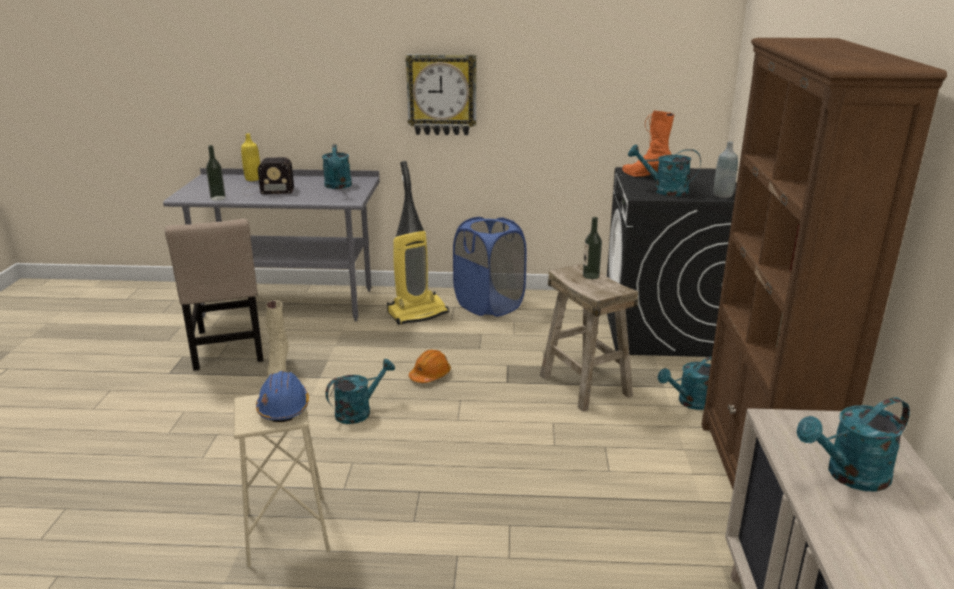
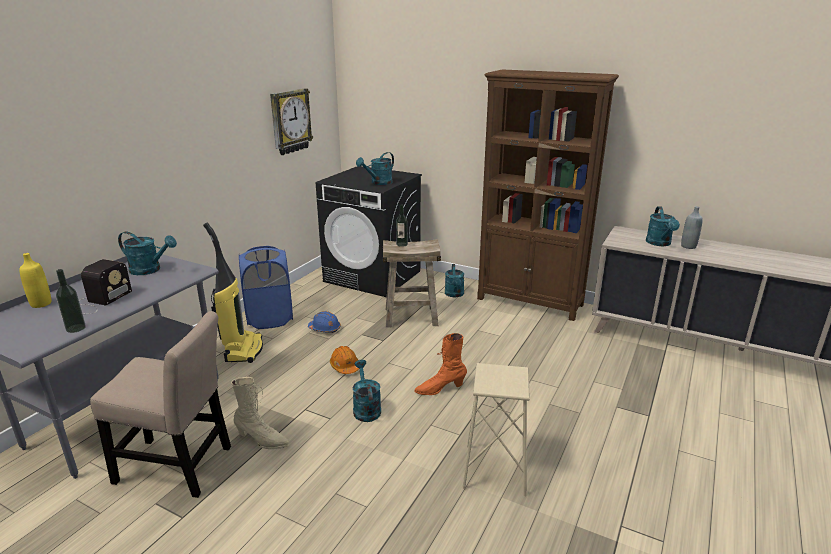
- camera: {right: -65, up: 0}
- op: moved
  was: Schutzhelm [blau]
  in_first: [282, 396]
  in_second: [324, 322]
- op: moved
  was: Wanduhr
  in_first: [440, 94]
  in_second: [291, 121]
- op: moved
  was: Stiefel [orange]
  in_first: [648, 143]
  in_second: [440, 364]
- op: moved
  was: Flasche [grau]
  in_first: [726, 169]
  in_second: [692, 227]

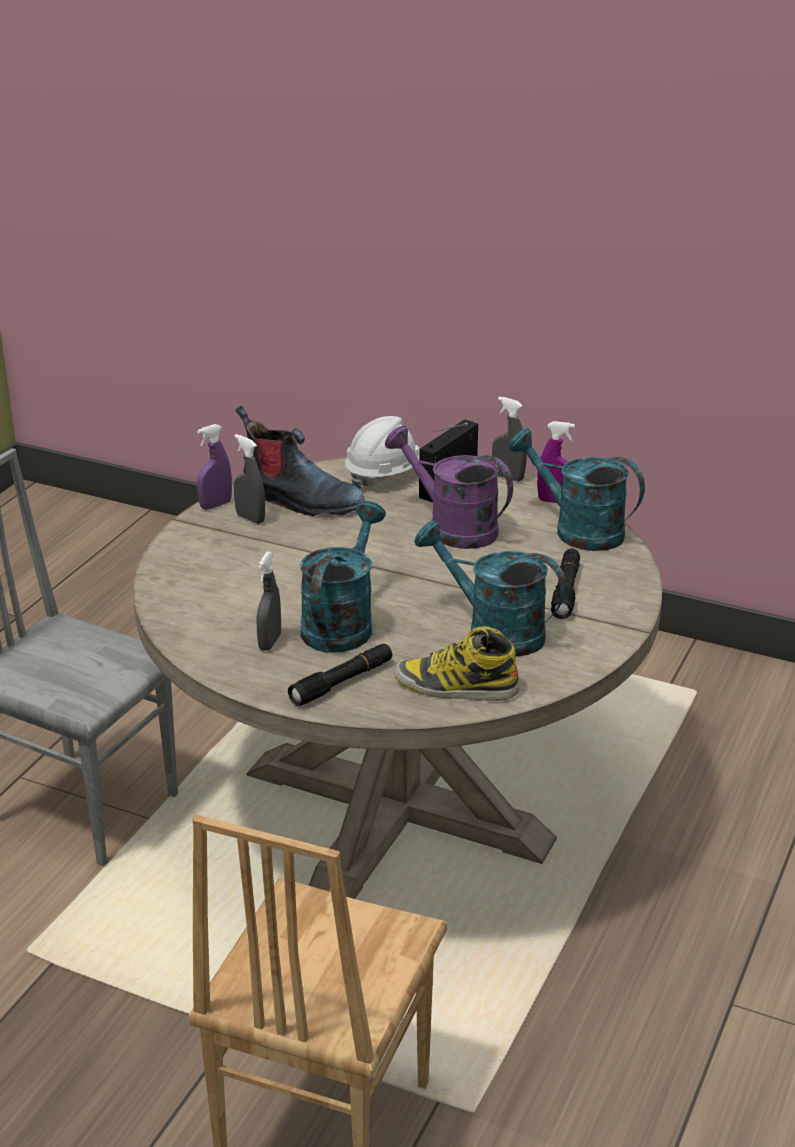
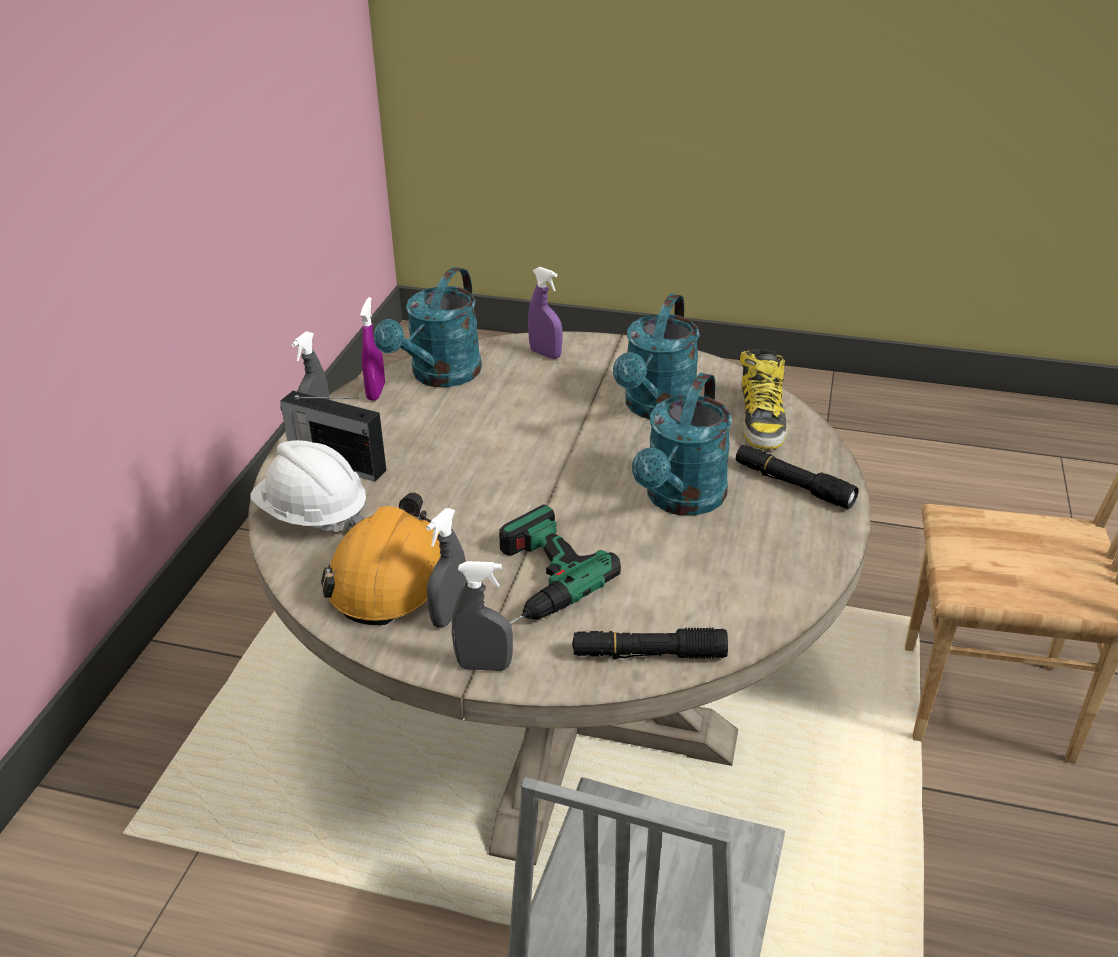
- camera: {right: -100, up: 5}
- op: moved
  was: Sprühflasche [lila]
  in_first: [214, 467]
  in_second: [545, 313]
- op: replaced
  was: Stiefel
  now: Schutzhelm [orange]
  in_first: [300, 461]
  in_second: [381, 558]
- op: moved
  was: Sprühflasche [grau]
  in_first: [268, 601]
  in_second: [482, 616]
- op: turned
  was: Gießkanne [türkis]
  in_first: [343, 577]
  in_second: [682, 444]
  clockwise: -75
- op: removed
  was: Gießkanne [lila]
  in_first: [449, 487]
- op: moved
  was: Taschenlampe [schwarz]
  in_first: [565, 584]
  in_second: [650, 643]
- op: added
  now: Bohrmaschine
  in_second: [560, 564]

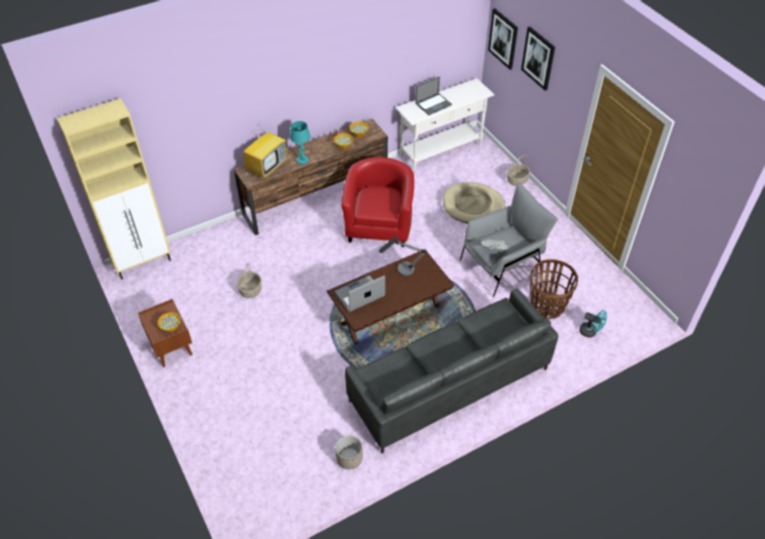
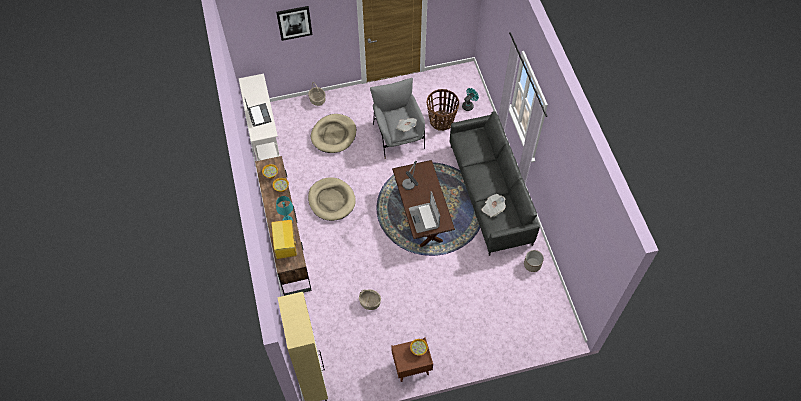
- camera: {right: -75, up: 10}
- op: turned
  was: Fernseher
  in_first: [265, 148]
  in_second: [284, 239]
  clockwise: -150
- op: replaced
  was: Sessel [rot]
  now: Hundebett [beige]
  in_first: [377, 202]
  in_second: [332, 199]
- op: removed
  was: Bild
  in_first: [503, 39]
- op: added
  now: Zeitung
  in_second: [493, 206]

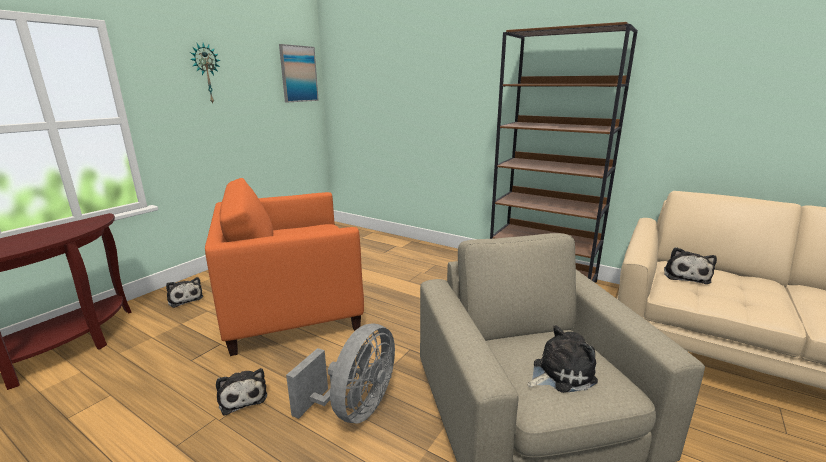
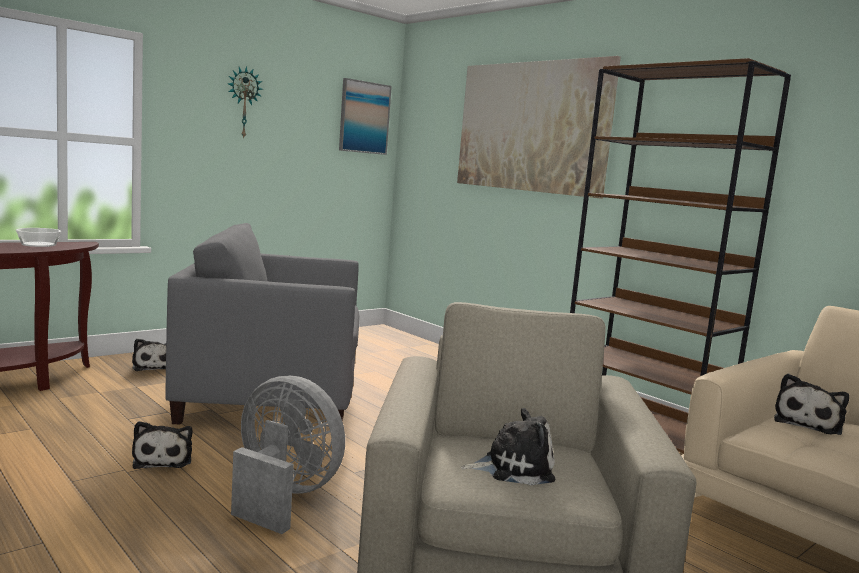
- camera: {right: 15, up: -10}
- op: recoloured
  was: Sessel [orange]
  now: Sessel [grau]
  in_first: [284, 267]
  in_second: [262, 324]
- op: turned
  was: Ventilator [grau]
  in_first: [340, 373]
  in_second: [288, 455]
  clockwise: -105
- op: added
  now: Schüssel
  in_second: [38, 237]
- op: added
  now: Bild
  in_second: [539, 127]

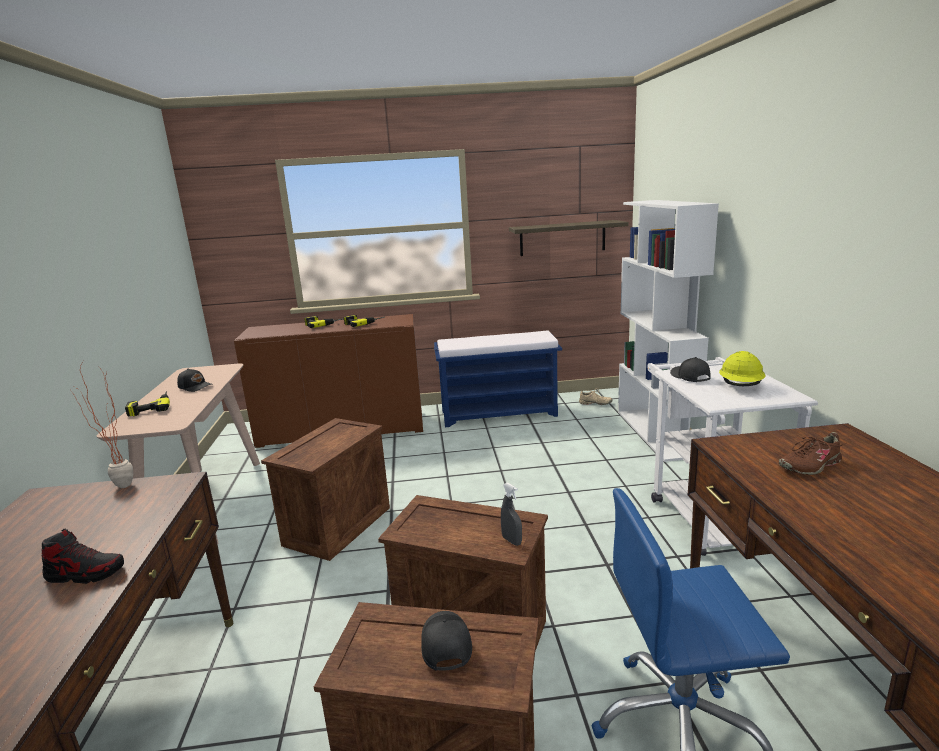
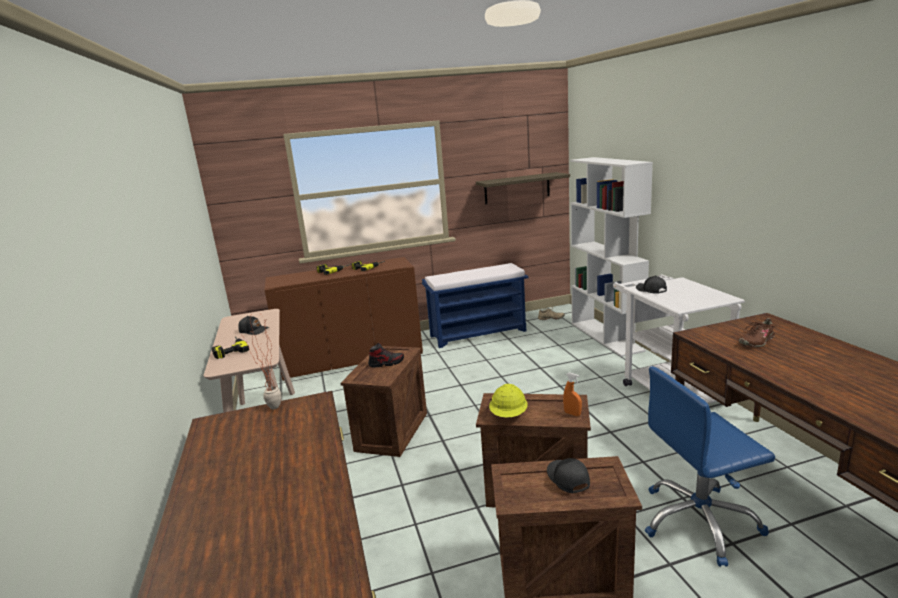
- camera: {right: -10, up: 0}
- op: moved
  was: Schuh
  in_first: [83, 556]
  in_second: [386, 355]
- op: recoloured
  was: Sprühflasche [grau]
  now: Sprühflasche [orange]
  in_first: [511, 514]
  in_second: [572, 394]
- op: moved
  was: Schutzhelm [gelb]
  in_first: [742, 368]
  in_second: [508, 401]

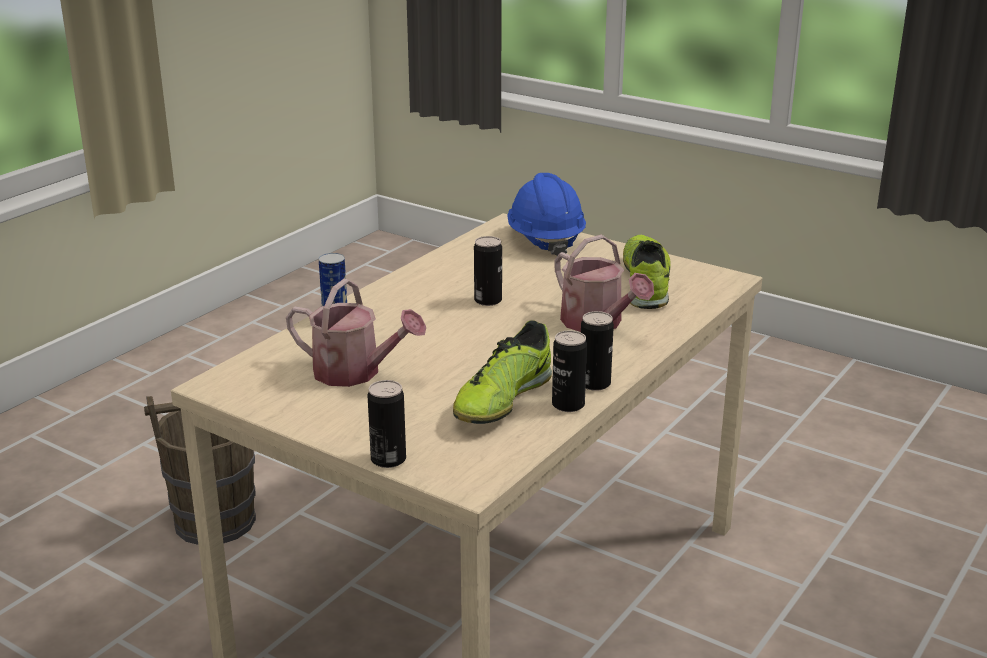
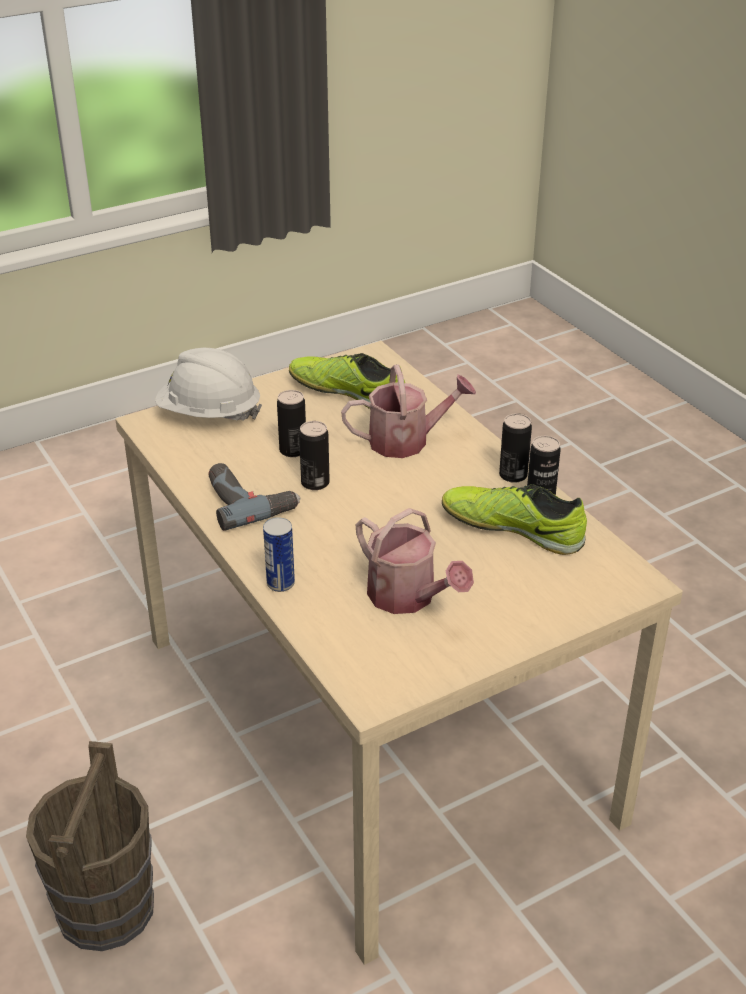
- camera: {right: -65, up: 10}
- op: turned
  was: Gießkanne
  in_first: [356, 333]
  in_second: [415, 561]
  clockwise: 90
- op: moved
  was: Dose
  in_first: [387, 424]
  in_second: [291, 423]
- op: turned
  was: Schuh
  in_first: [502, 372]
  in_second: [514, 519]
  clockwise: 150
- op: recoloured
  was: Schutzhelm [blau]
  now: Schutzhelm [weiß]
  in_first: [546, 214]
  in_second: [208, 384]
- op: added
  now: Bohrmaschine
  in_second: [254, 497]

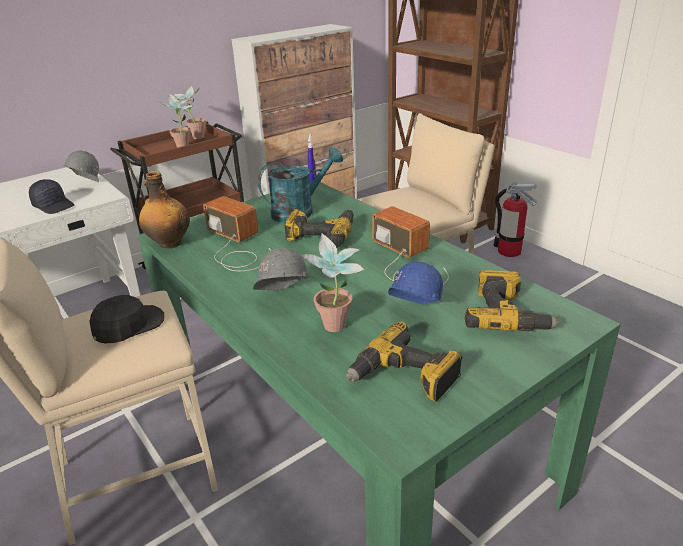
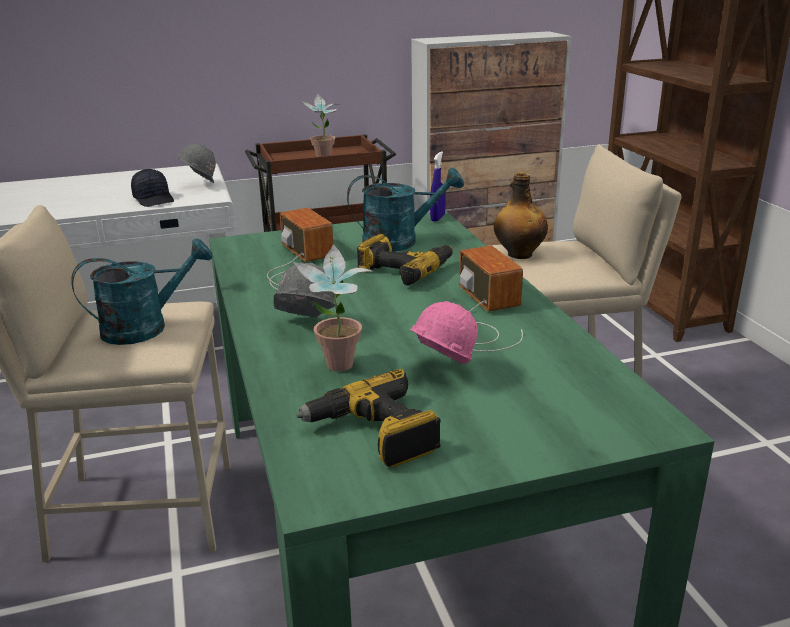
- camera: {right: 20, up: -5}
- op: replaced
  was: Kappe [schwarz]
  now: Gießkanne [türkis]
  in_first: [126, 319]
  in_second: [142, 291]
- op: moved
  was: Flasche
  in_first: [164, 210]
  in_second: [521, 215]
- op: removed
  was: Topfpflanze
  in_first: [189, 112]
- op: recoloured
  was: Schutzhelm [blau]
  now: Schutzhelm [rosa]
  in_first: [415, 283]
  in_second: [444, 333]
- op: removed
  was: Bohrmaschine
  in_first: [512, 300]
- op: removed
  was: Feuerlöscher
  in_first: [515, 219]

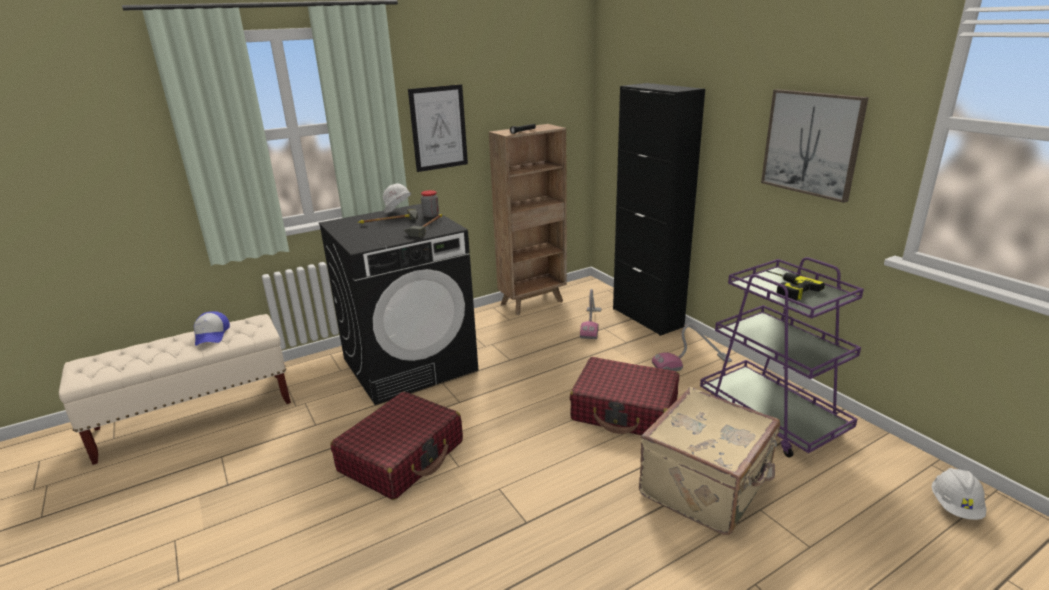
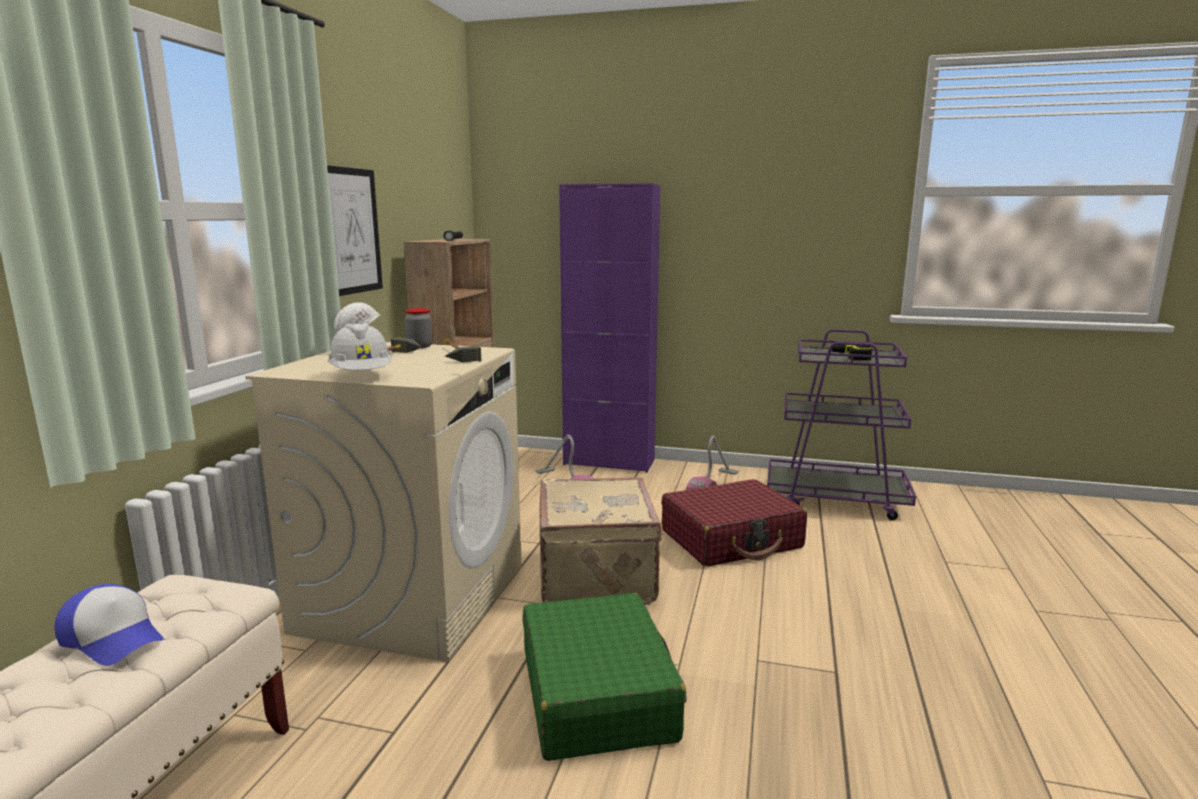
- camera: {right: -45, up: -10}
- op: recoloured
  was: Waschmaschine [schwarz]
  now: Waschmaschine [beige]
  in_first: [398, 304]
  in_second: [383, 502]
- op: recoloured
  was: Koffer [rot]
  now: Koffer [grün]
  in_first: [396, 445]
  in_second: [605, 677]
- op: recoloured
  was: Schrank [schwarz]
  now: Schrank [lila]
  in_first: [659, 209]
  in_second: [609, 328]
- op: moved
  was: Koffer [beige]
  in_first: [709, 461]
  in_second: [601, 541]
- op: removed
  was: Bild
  in_first: [815, 146]
- op: moved
  was: Schutzhelm [weiß]
  in_first: [959, 494]
  in_second: [360, 346]

